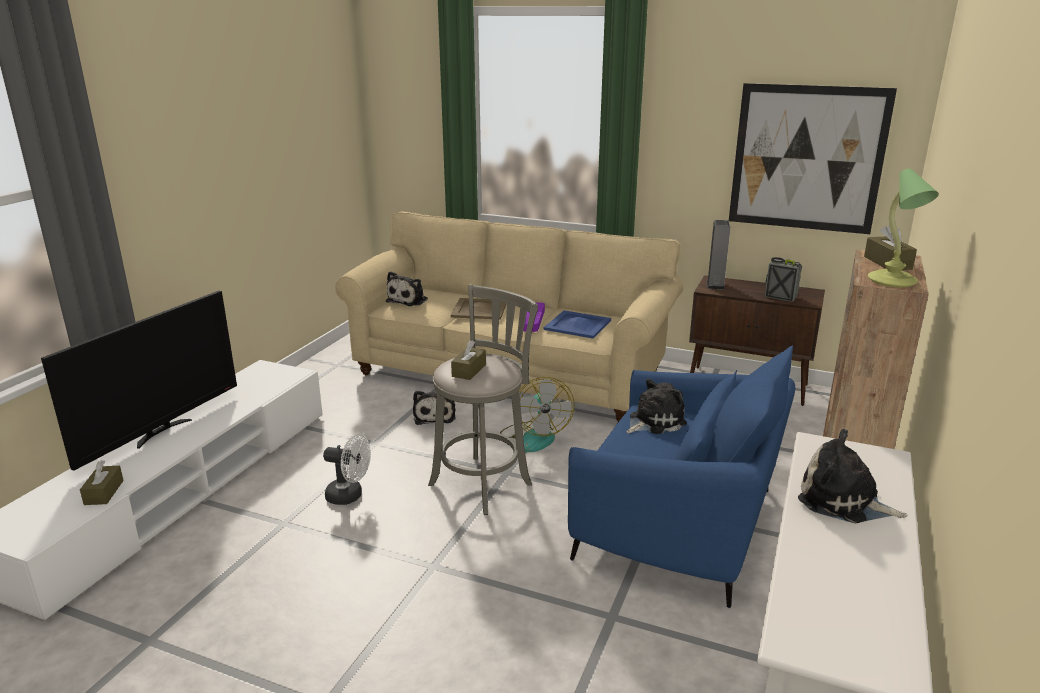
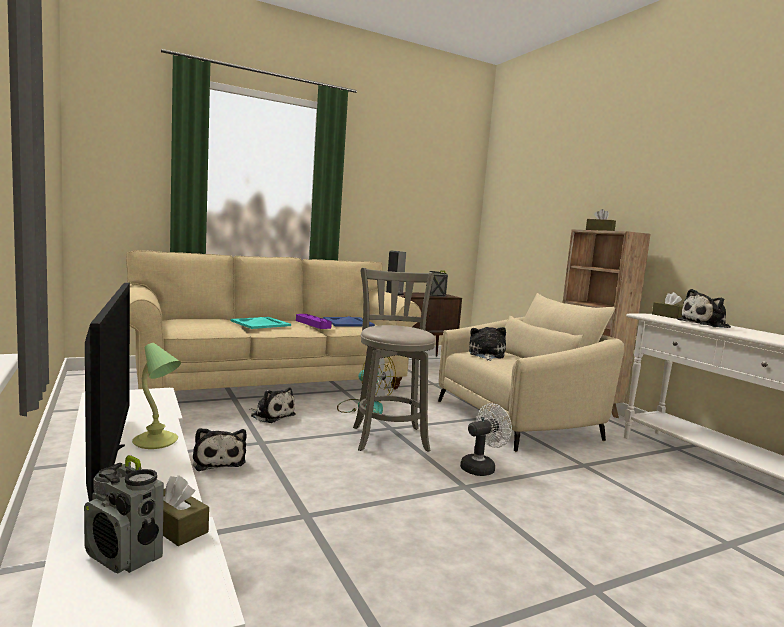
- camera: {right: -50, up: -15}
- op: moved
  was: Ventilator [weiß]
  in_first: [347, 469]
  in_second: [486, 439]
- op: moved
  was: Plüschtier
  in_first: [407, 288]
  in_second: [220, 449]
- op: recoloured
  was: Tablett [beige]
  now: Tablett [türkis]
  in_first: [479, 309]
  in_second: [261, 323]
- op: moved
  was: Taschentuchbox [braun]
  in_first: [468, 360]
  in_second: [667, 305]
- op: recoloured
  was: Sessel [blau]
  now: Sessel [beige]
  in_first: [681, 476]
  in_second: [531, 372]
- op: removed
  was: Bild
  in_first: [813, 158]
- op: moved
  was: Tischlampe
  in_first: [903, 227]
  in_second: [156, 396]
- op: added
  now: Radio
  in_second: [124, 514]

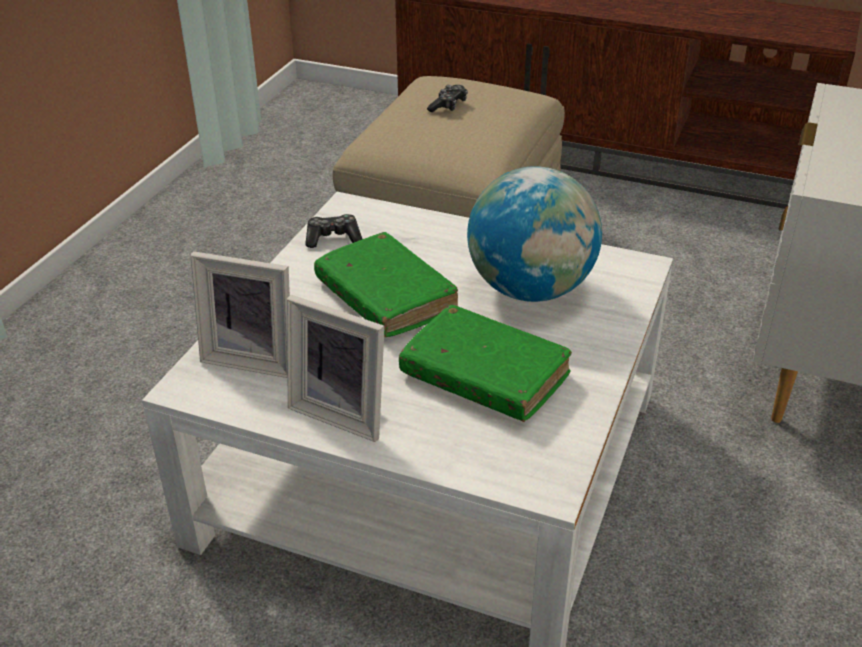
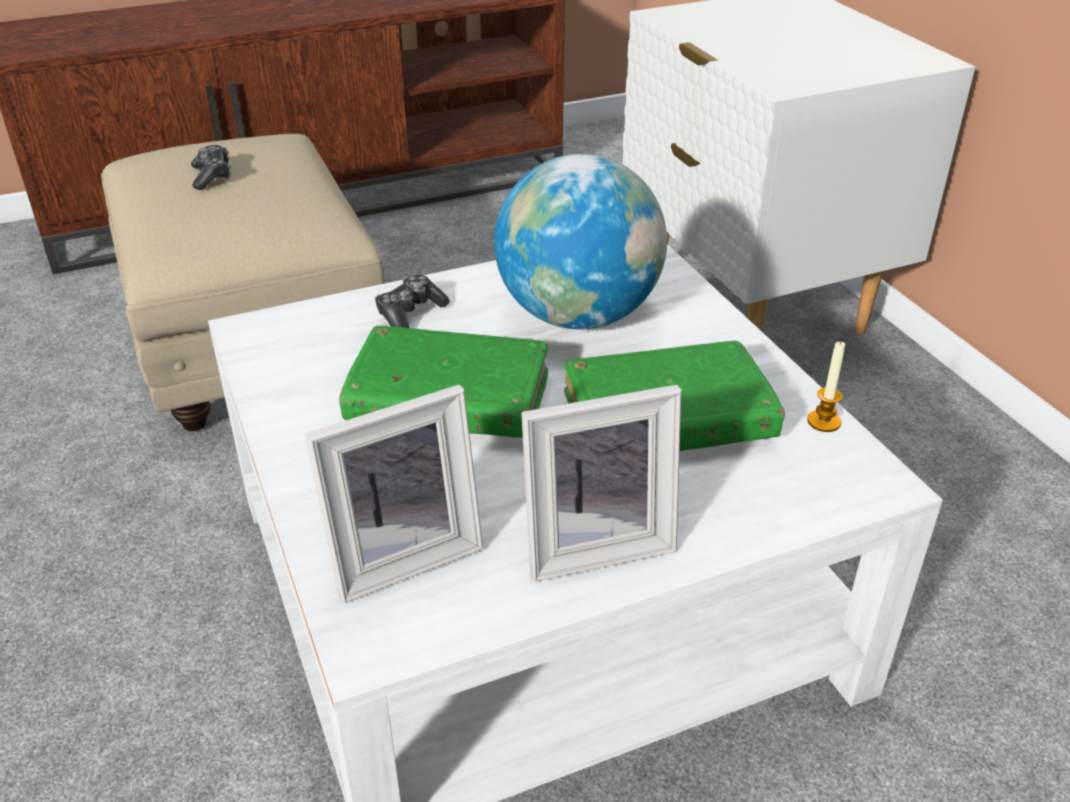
- camera: {right: -45, up: 0}
- op: moved
  was: Gamepad
  in_first: [334, 231]
  in_second: [412, 301]
- op: added
  now: Kerze
  in_second: [826, 386]

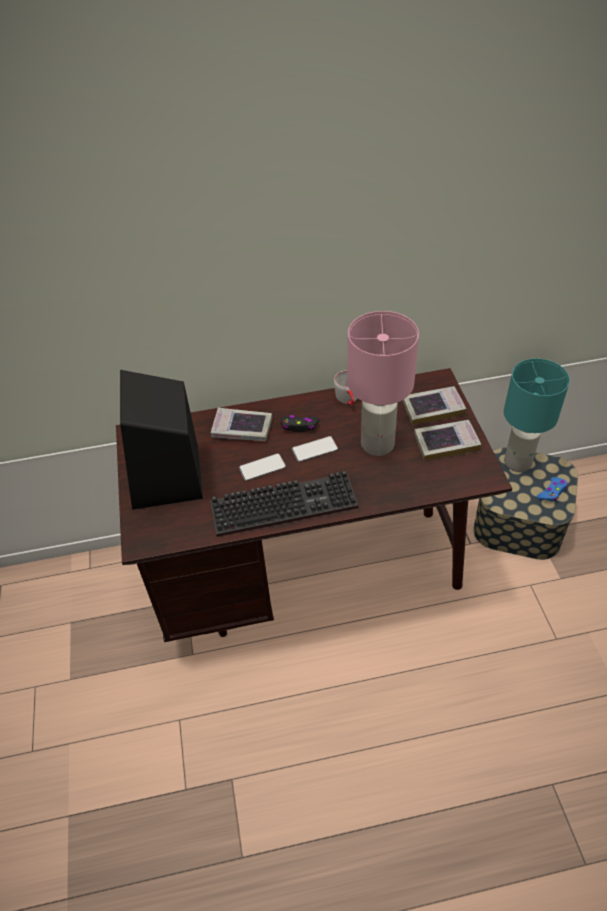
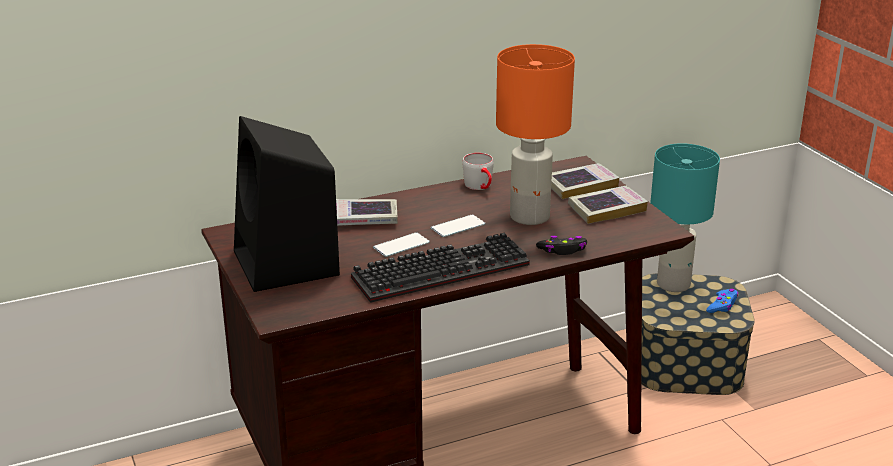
- camera: {right: -15, up: -20}
- op: moved
  was: Gamepad [schwarz]
  in_first: [299, 423]
  in_second: [561, 245]
- op: recoloured
  was: Tischlampe [rosa]
  now: Tischlampe [orange]
  in_first: [383, 383]
  in_second: [535, 134]

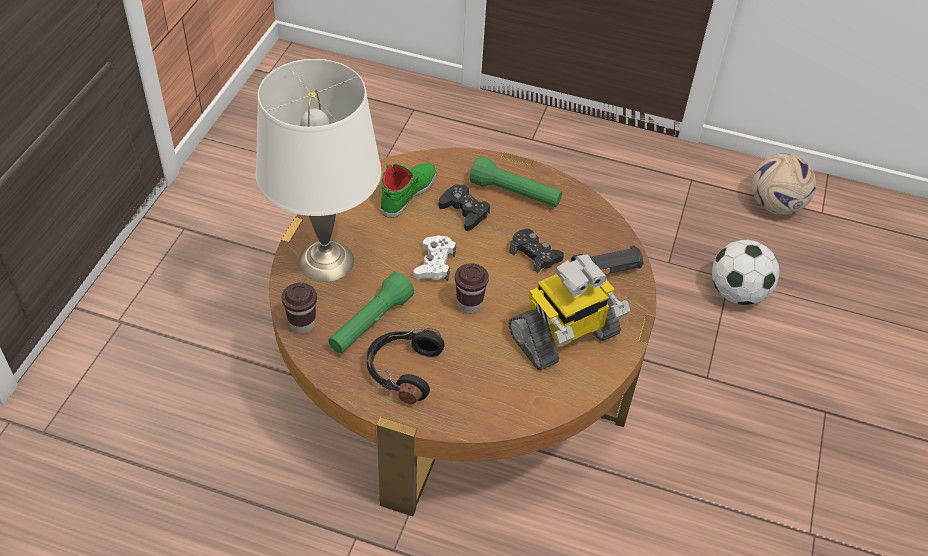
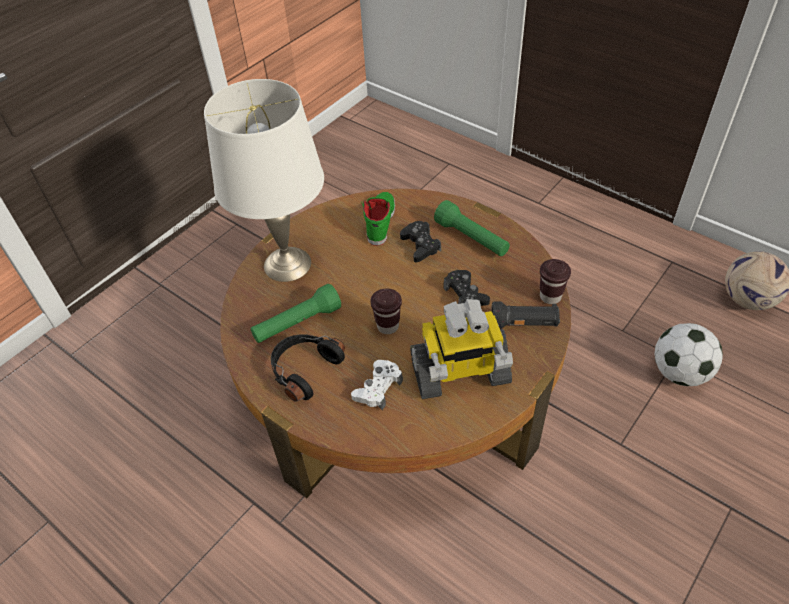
- camera: {right: 25, up: 0}
- op: moved
  was: Tasse [braun]
  in_first: [299, 308]
  in_second: [555, 281]
- op: turned
  was: Schuh [grün]
  in_first: [408, 190]
  in_second: [378, 219]
  clockwise: -45
- op: moved
  was: Gamepad [weiß]
  in_first: [434, 258]
  in_second: [377, 385]

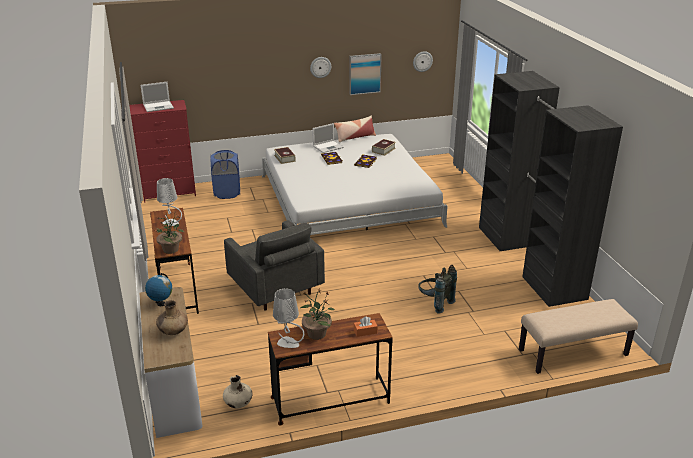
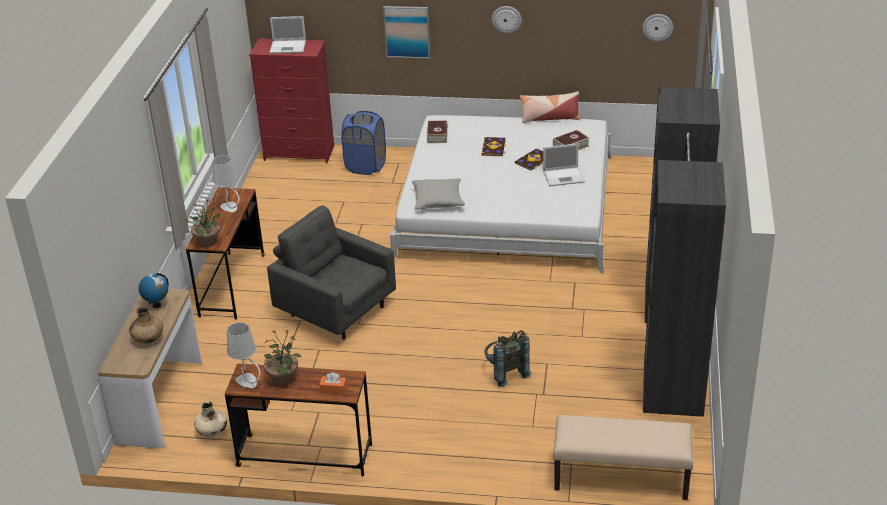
- camera: {right: 25, up: 5}
- op: turned
  was: Sessel [grau]
  in_first: [274, 265]
  in_second: [331, 272]
  clockwise: 135
- op: moved
  was: Laptop
  in_first: [328, 138]
  in_second: [564, 164]
- op: moved
  was: Bild
  in_first: [365, 74]
  in_second: [406, 32]
- op: added
  now: Kissen [grau]
  in_second: [438, 194]

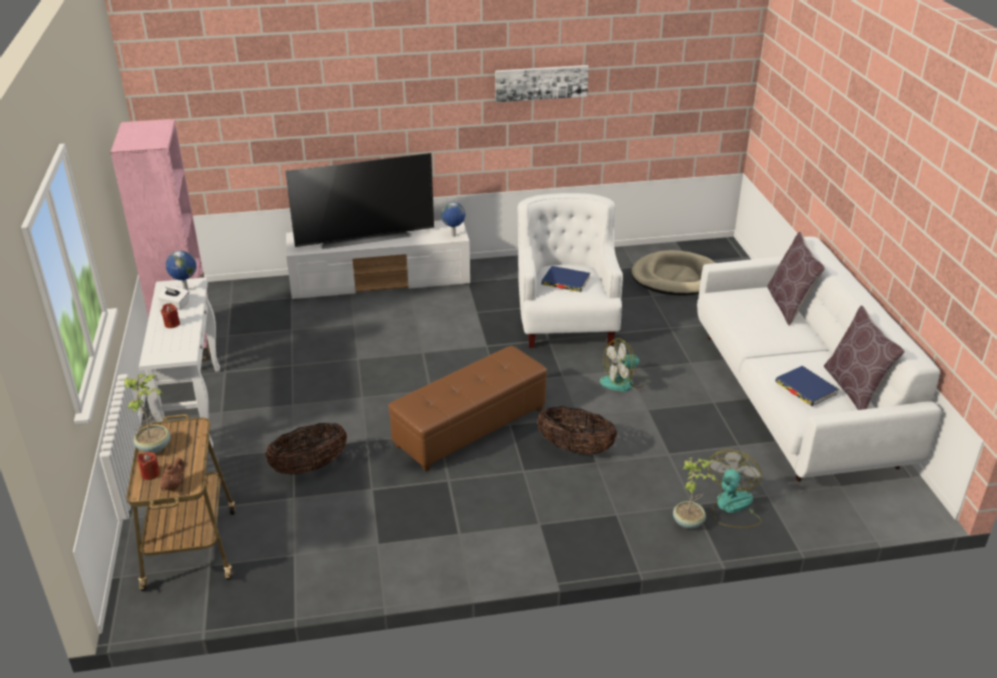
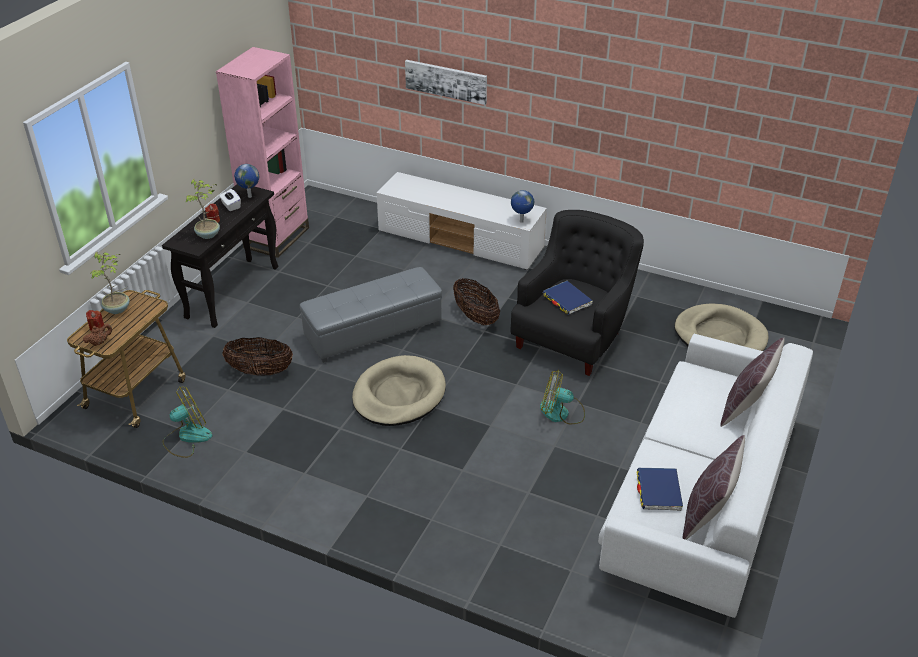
- camera: {right: 35, up: 5}
- op: recoloured
  was: Konsolentisch [weiß]
  now: Konsolentisch [schwarz]
  in_first: [179, 365]
  in_second: [220, 256]
- op: removed
  was: Fernseher
  in_first: [359, 201]
- op: replaced
  was: Polsterhocker [braun]
  now: Hundebett [beige]
  in_first: [467, 409]
  in_second: [399, 390]
- op: moved
  was: Bild
  in_first: [542, 83]
  in_second: [446, 82]
- op: recoloured
  was: Sessel [weiß]
  now: Sessel [schwarz]
  in_first: [570, 270]
  in_second: [577, 293]
- op: moved
  was: Korb
  in_first: [577, 430]
  in_second: [476, 301]
- op: moved
  was: Topfpflanze
  in_first: [695, 493]
  in_second: [203, 208]
- op: moved
  was: Ventilator
  in_first: [735, 488]
  in_second: [187, 422]
- op: added
  now: Polsterhocker [grau]
  in_second: [371, 315]

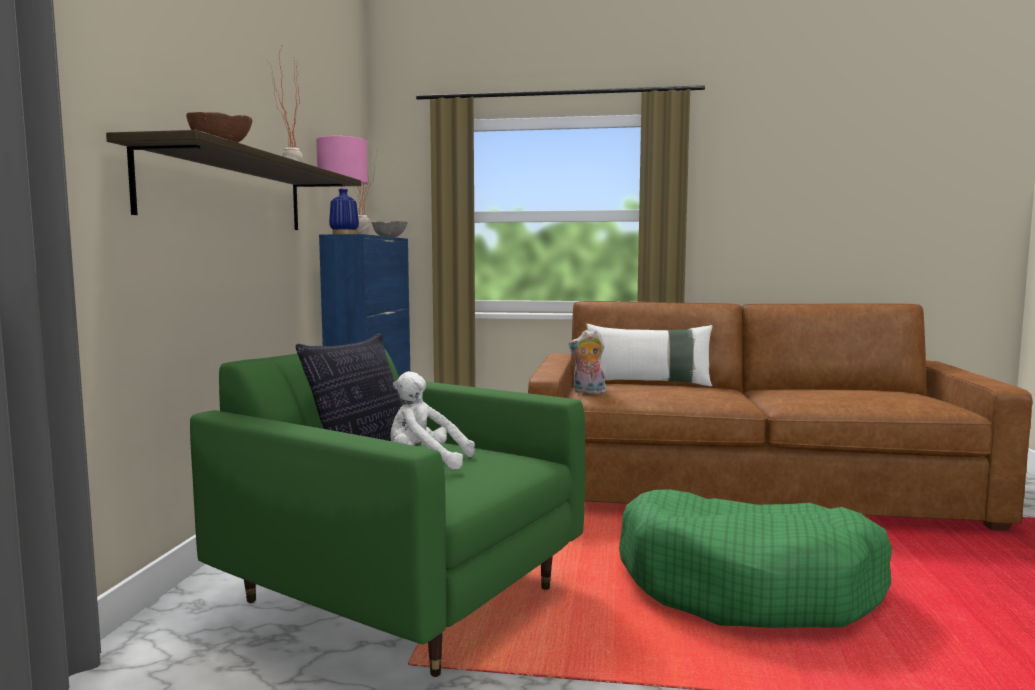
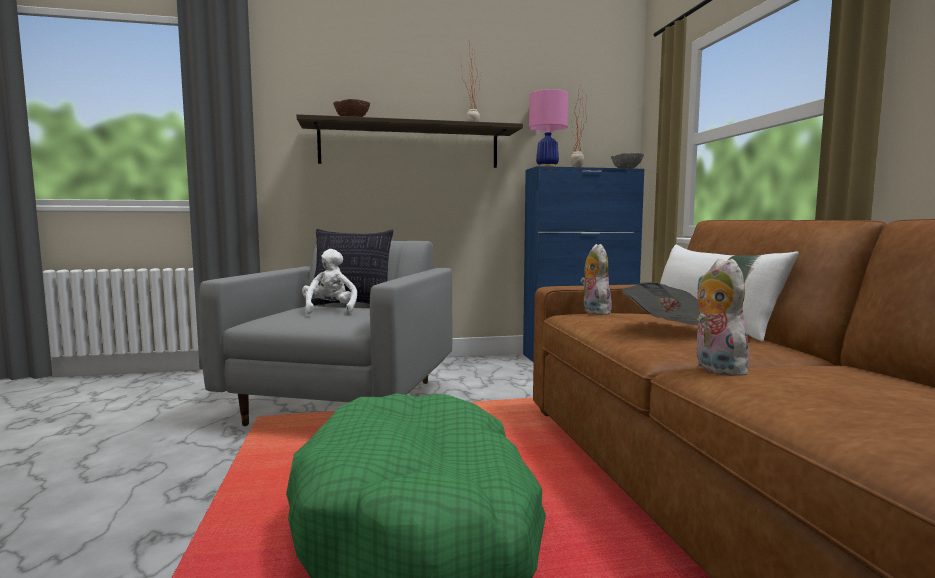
- camera: {right: 70, up: 0}
- op: recoloured
  was: Sessel [grün]
  now: Sessel [grau]
  in_first: [387, 512]
  in_second: [325, 333]
- op: added
  now: Zeitung
  in_second: [660, 303]
- op: added
  now: Plüschtier
  in_second: [726, 317]

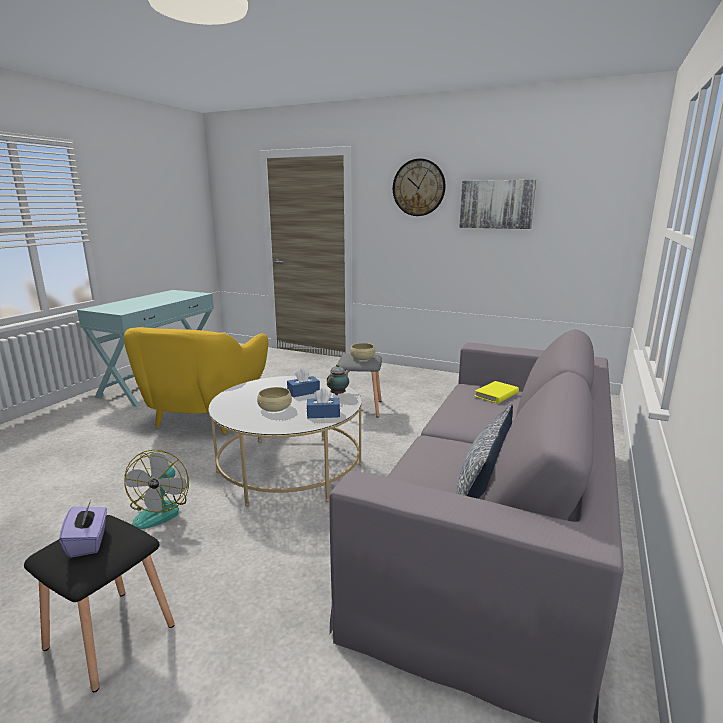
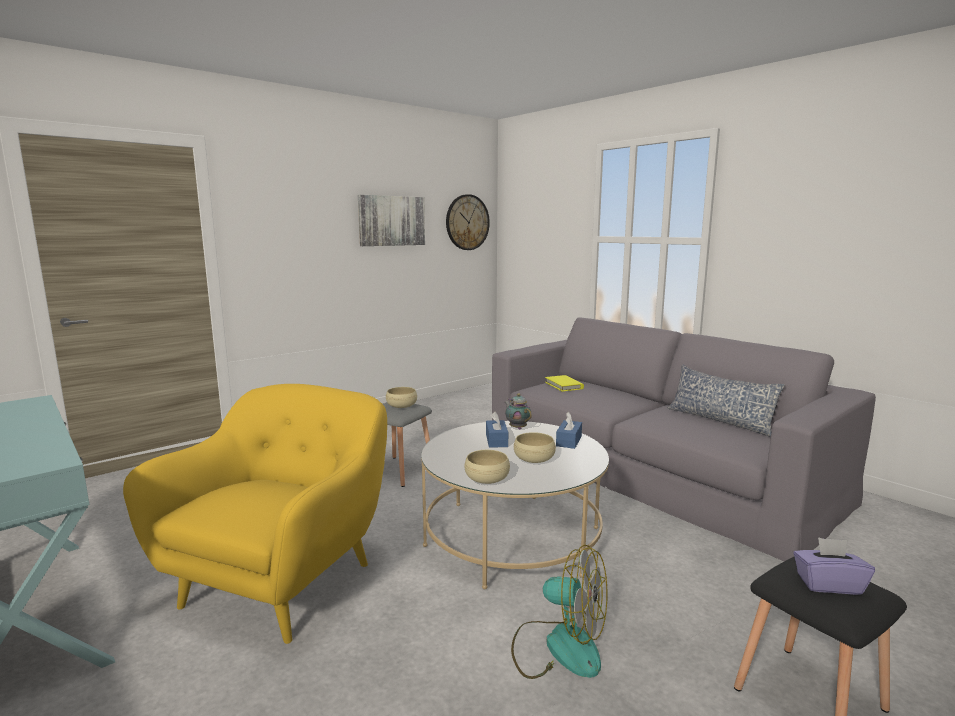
- camera: {right: -65, up: -5}
- op: turned
  was: Sessel [gelb]
  in_first: [196, 380]
  in_second: [255, 514]
  clockwise: -105
- op: moved
  was: Wanduhr
  in_first: [419, 187]
  in_second: [468, 222]
- op: added
  now: Schüssel [beige]
  in_second: [487, 467]

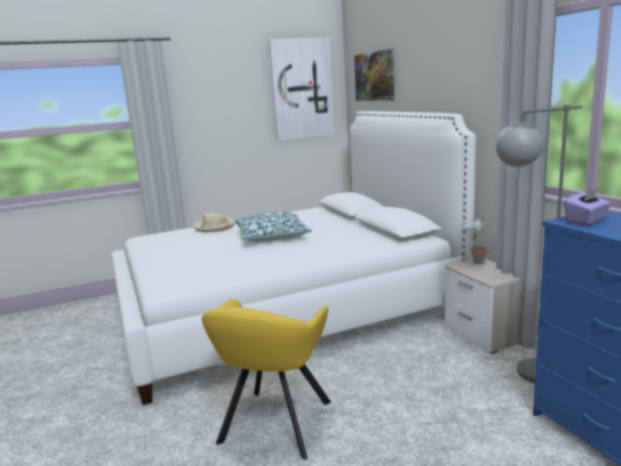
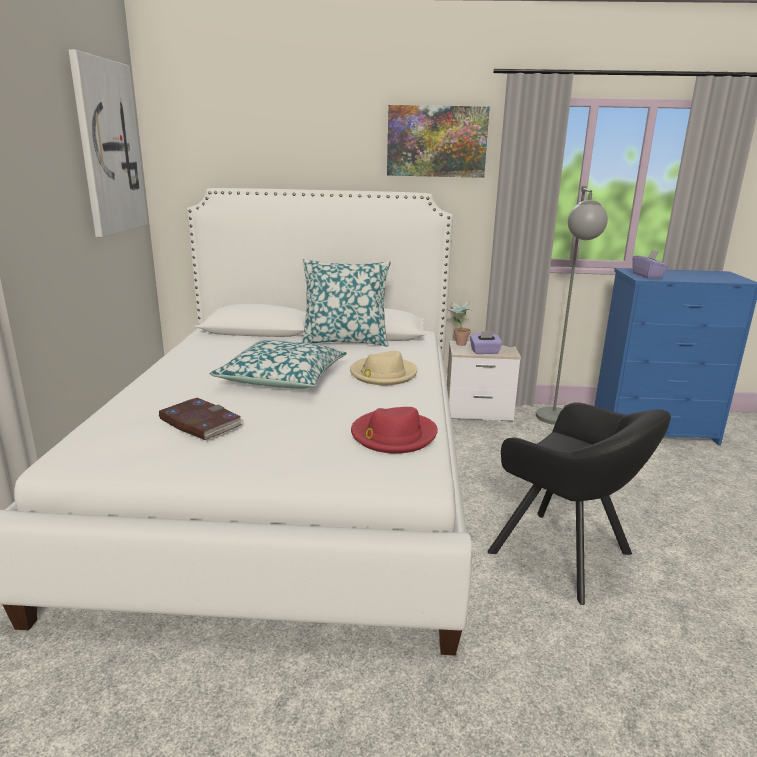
- camera: {right: -65, up: 5}
- op: moved
  was: Hut [beige]
  in_first: [214, 222]
  in_second: [384, 368]
- op: recoloured
  was: Sessel [gelb]
  now: Sessel [schwarz]
  in_first: [266, 379]
  in_second: [579, 503]
- op: moved
  was: Bild
  in_first: [374, 75]
  in_second: [438, 141]
- op: added
  now: Buch
  in_second: [201, 419]
- op: added
  now: Kissen
  in_second: [345, 302]
- op: added
  now: Hut [rot]
  in_second: [394, 430]
- op: added
  now: Taschentuchbox [lila]
  in_second: [486, 342]

